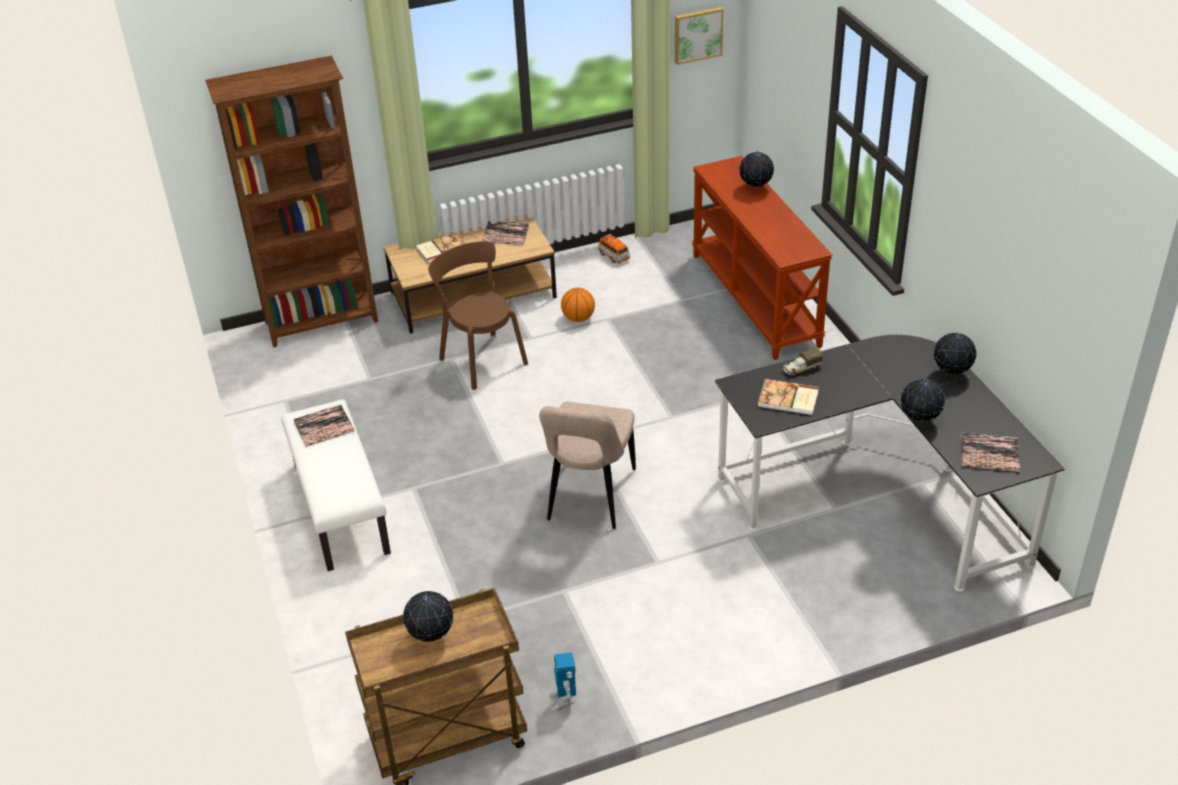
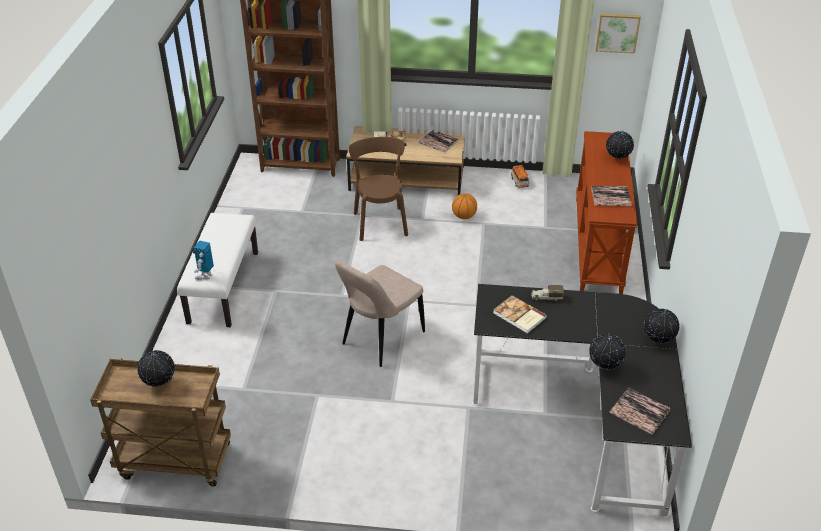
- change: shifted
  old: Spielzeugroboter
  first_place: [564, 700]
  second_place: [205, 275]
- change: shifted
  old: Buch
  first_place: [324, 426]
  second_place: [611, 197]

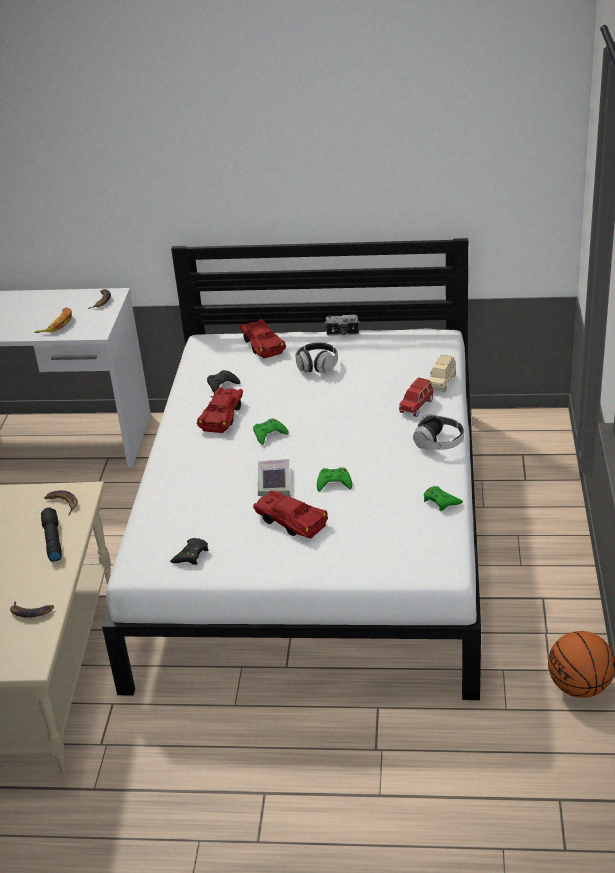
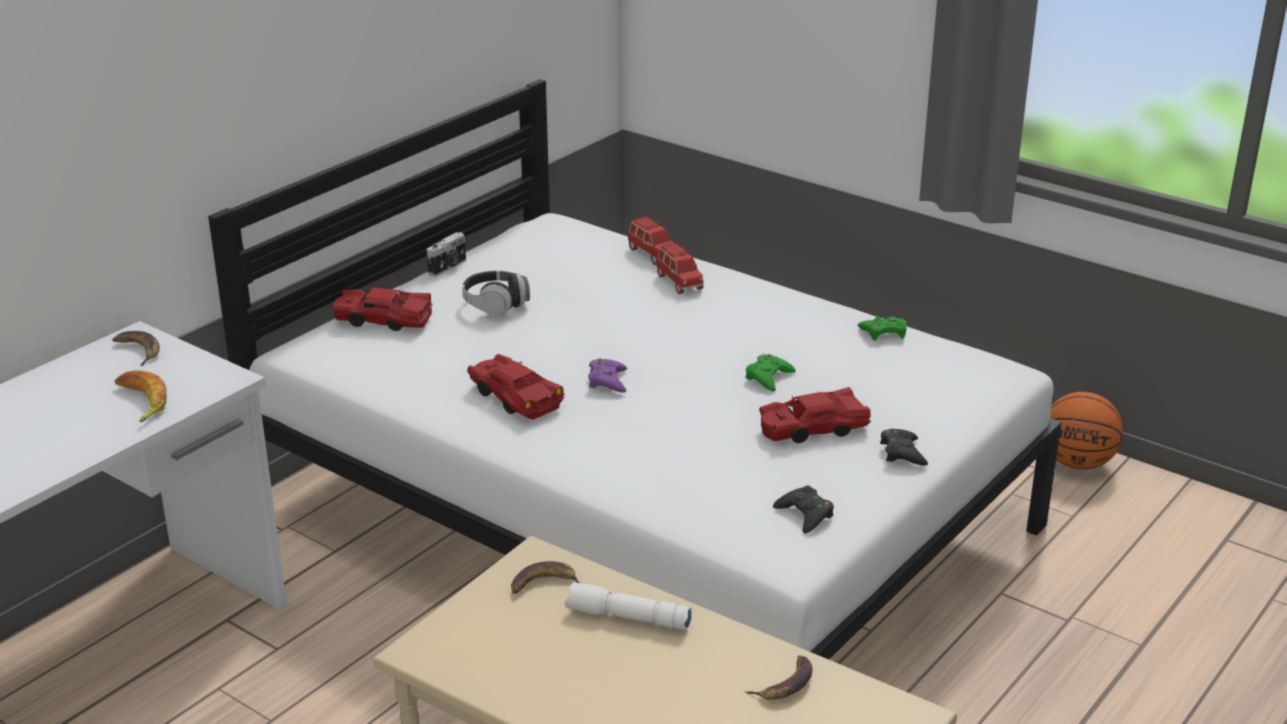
- change: repainted
  old: Taschenlampe (schwarz)
  new: Taschenlampe (weiß)
  first_place: [52, 540]
  second_place: [627, 618]
- change: repainted
  old: Gamepad (grün)
  new: Gamepad (lila)
  first_place: [269, 434]
  second_place: [607, 381]
- change: repainted
  old: Spielzeugauto (beige)
  new: Spielzeugauto (rot)
  first_place: [441, 382]
  second_place: [652, 254]
- change: shifted
  old: Gamepad (schwarz)
  first_place: [222, 384]
  second_place: [902, 452]
- change: gone
  old: Buch
  first_place: [274, 482]
- change: gone
  old: Kopfhörer
  first_place: [439, 443]

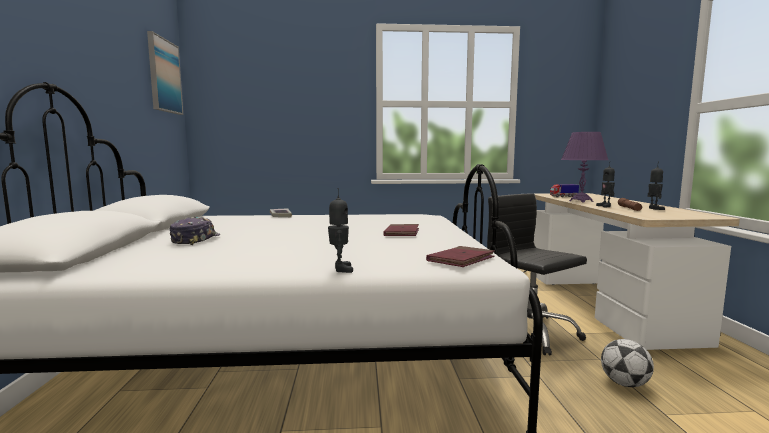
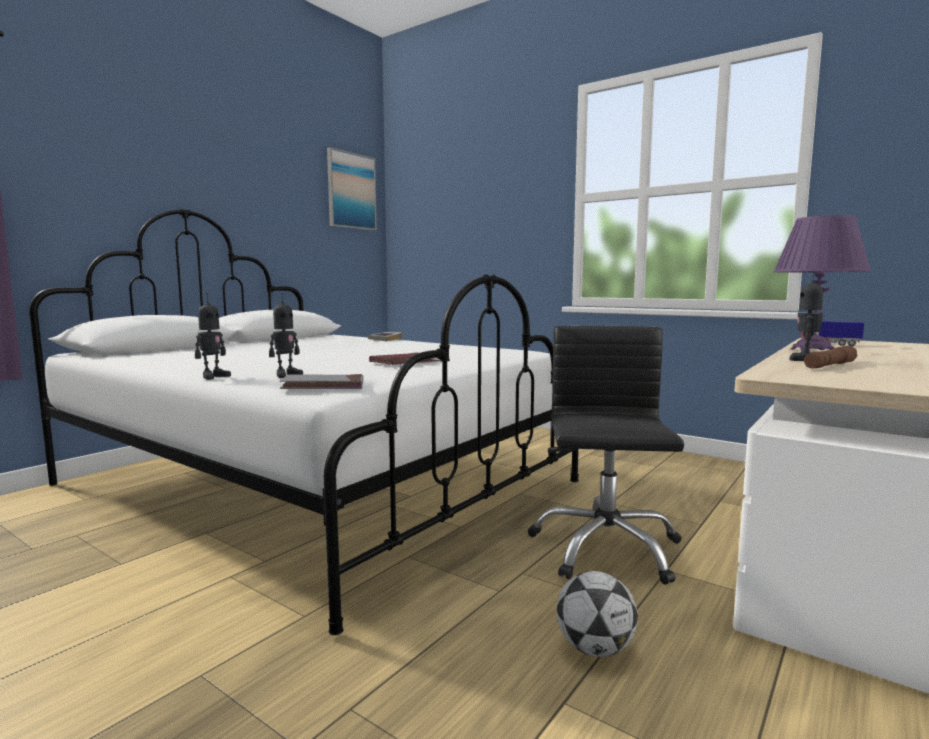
- change: shifted
  old: Spielzeugroboter
  first_place: [654, 209]
  second_place: [286, 375]
- change: repainted
  old: Buch (rot)
  new: Buch (grau)
  first_place: [461, 260]
  second_place: [323, 387]
- change: gone
  old: Kappe
  first_place: [195, 240]

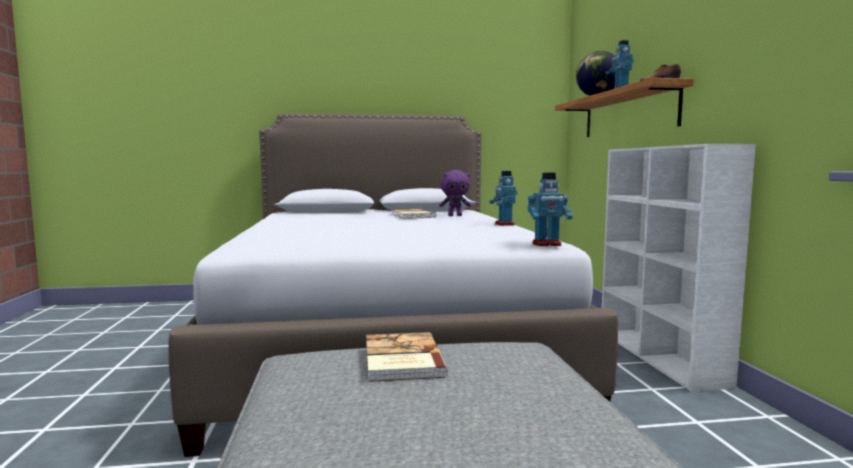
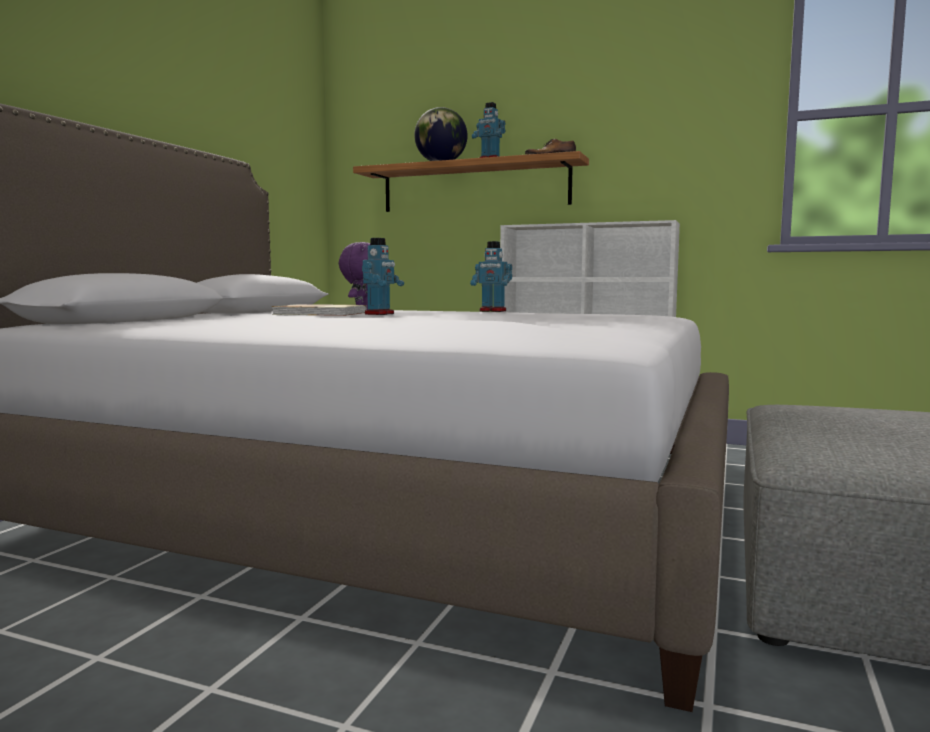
- change: shifted
  old: Spielzeugroboter
  first_place: [547, 244]
  second_place: [380, 314]
- change: gone
  old: Buch
  first_place: [400, 360]

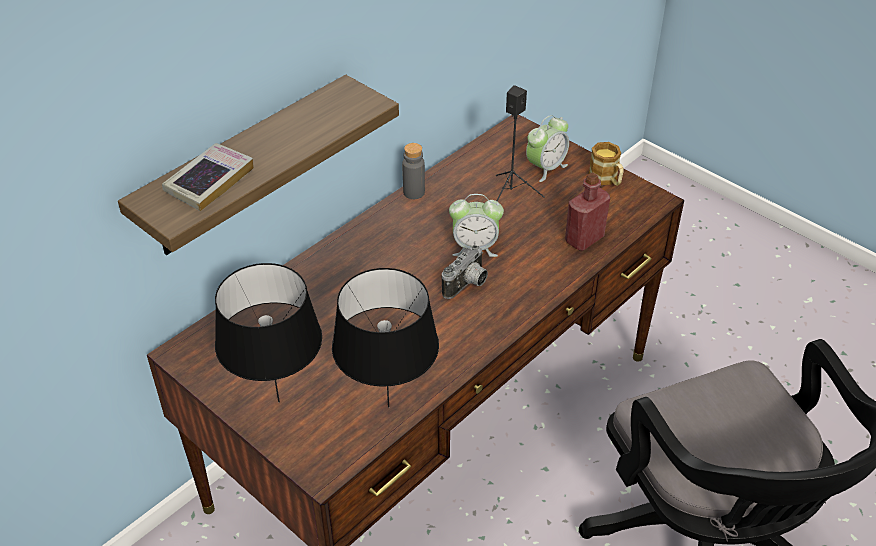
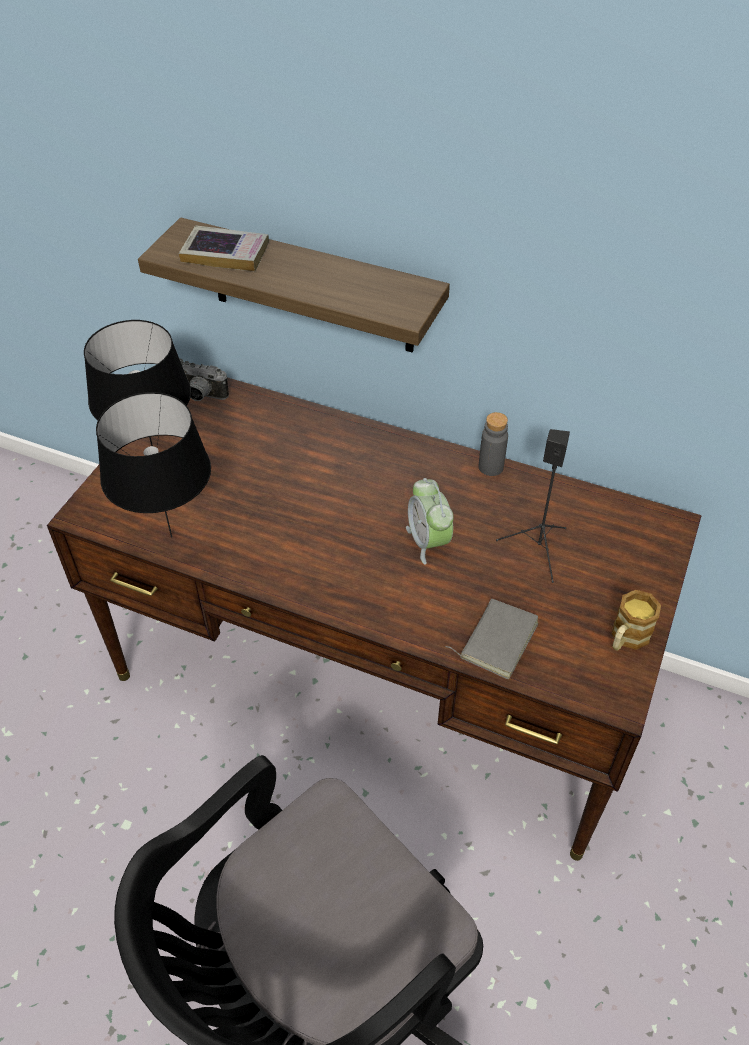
- change: shifted
  old: Kamera
  first_place: [467, 285]
  second_place: [199, 396]
- change: swapped
  old: Flasche (rot)
  new: Buch (grau)
  first_place: [584, 239]
  second_place: [496, 639]
- change: gone
  old: Wecker
  first_place: [545, 168]

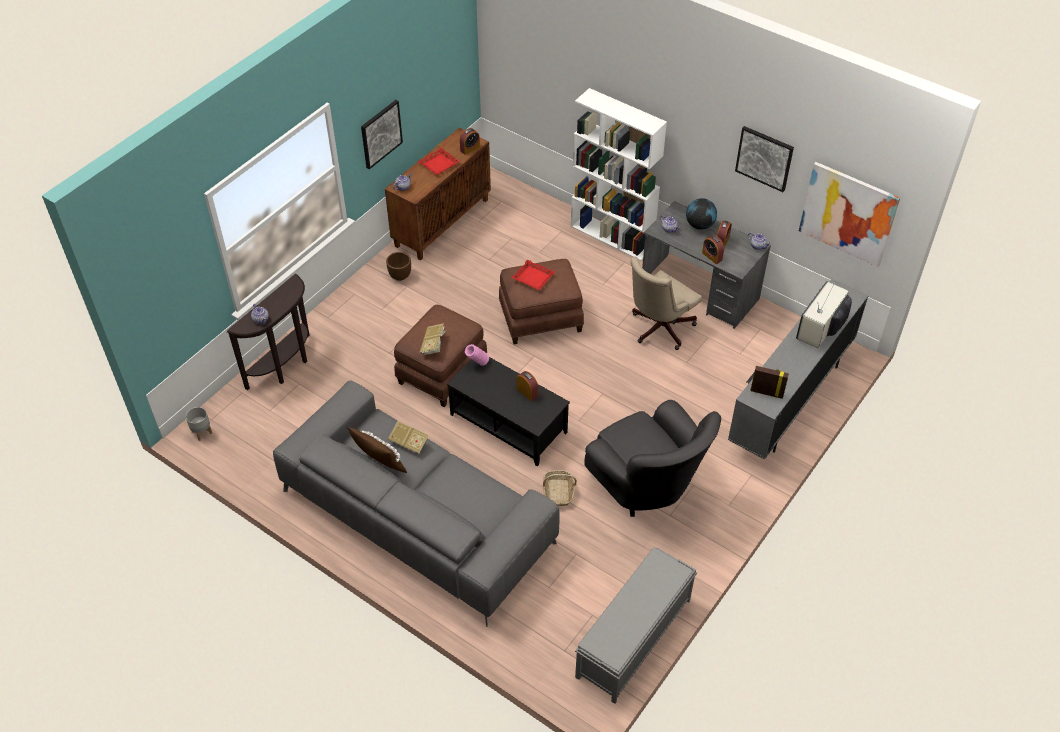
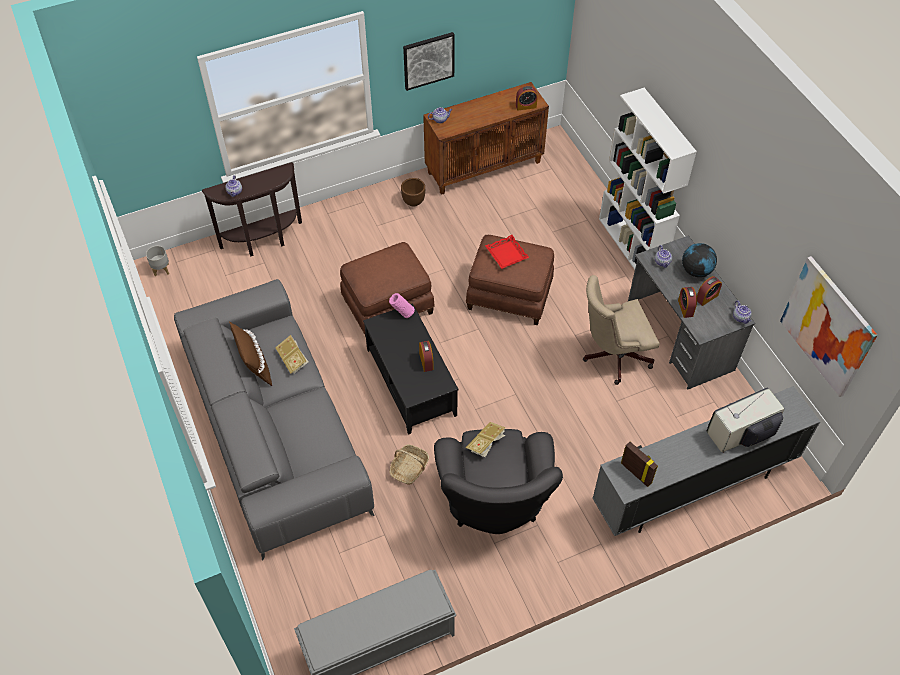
- change: shifted
  old: Buch
  first_place: [433, 345]
  second_place: [486, 444]
- change: gone
  old: Tablett (rot)
  first_place: [439, 164]
- change: gone
  old: Bild
  first_place: [764, 158]

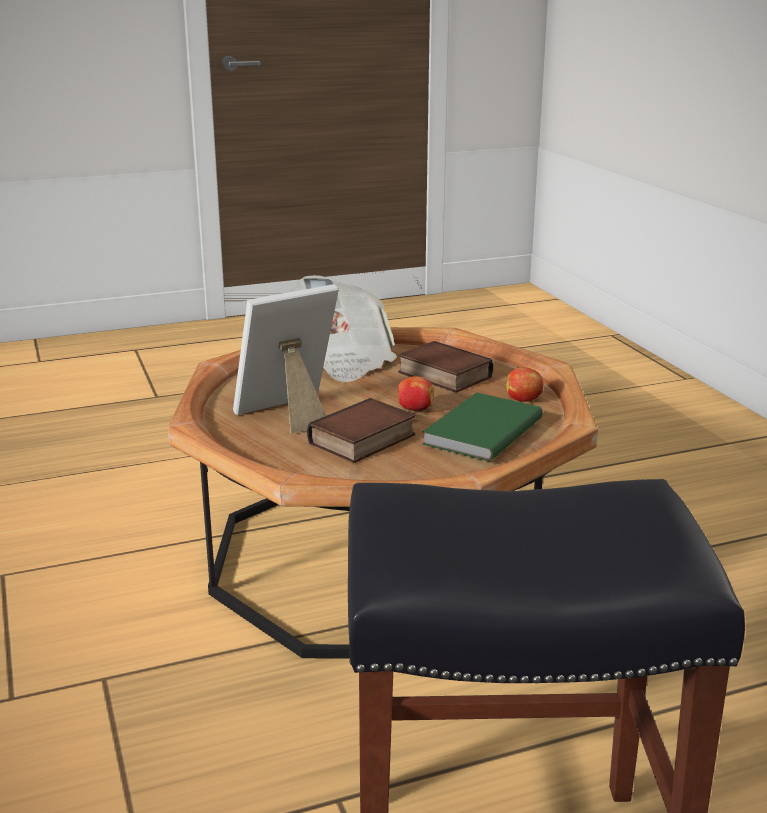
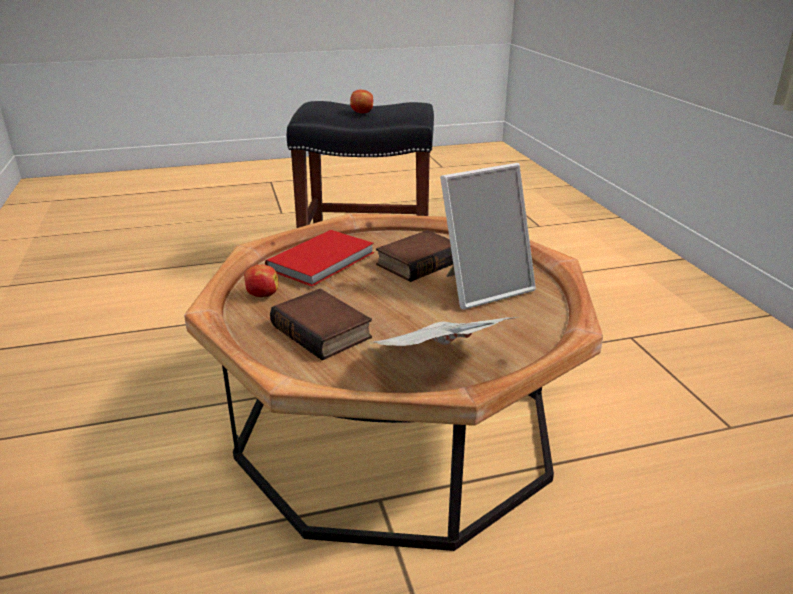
- change: repainted
  old: Buch (grün)
  new: Buch (rot)
  first_place: [479, 431]
  second_place: [324, 261]
- change: shifted
  old: Apfel
  first_place: [414, 409]
  second_place: [362, 112]

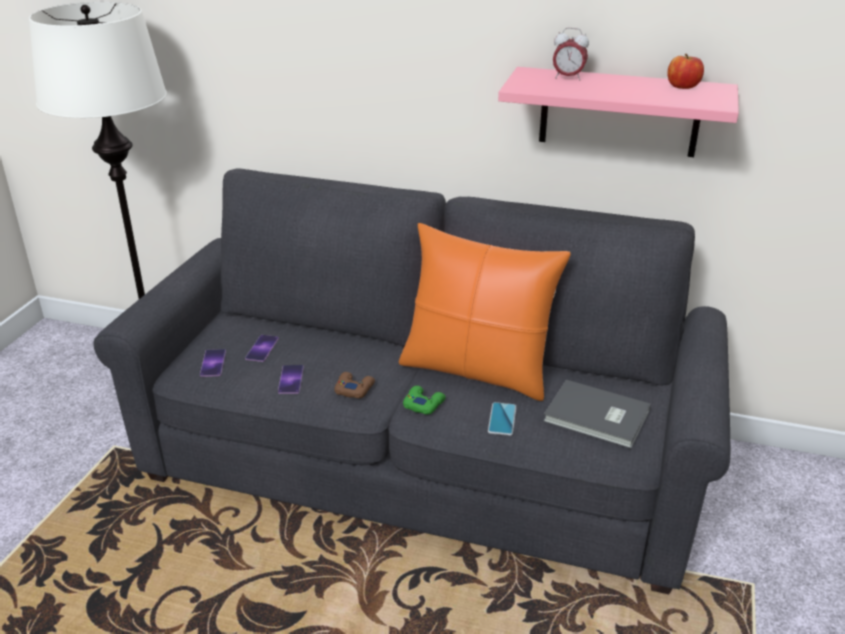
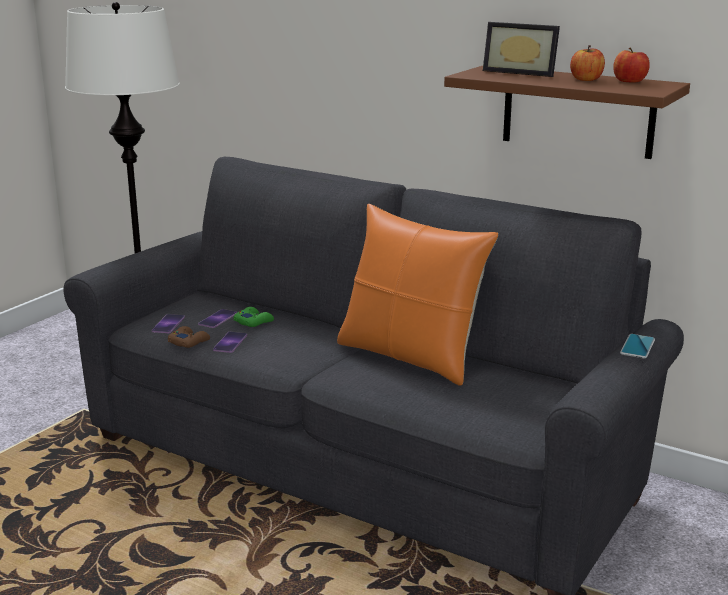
- change: shifted
  old: Gamepad (braun)
  first_place: [354, 389]
  second_place: [188, 342]
- change: shifted
  old: Gamepad (grün)
  first_place: [423, 404]
  second_place: [253, 322]
- change: repainted
  old: Wandregal (rosa)
  new: Wandregal (braun)
  first_place: [619, 112]
  second_place: [578, 111]
- change: swapped
  old: Wecker
  new: Bilderrahmen
  first_place: [568, 78]
  second_place: [521, 72]
- change: new
  new: Apfel
  second_place: [586, 79]
- change: shifted
  old: Handy
  first_place: [502, 419]
  second_place: [637, 347]
- change: gone
  old: Buch (grau)
  first_place: [597, 418]

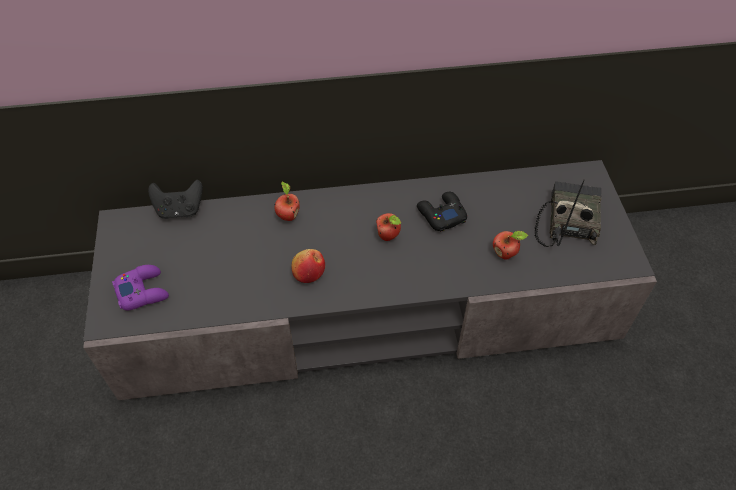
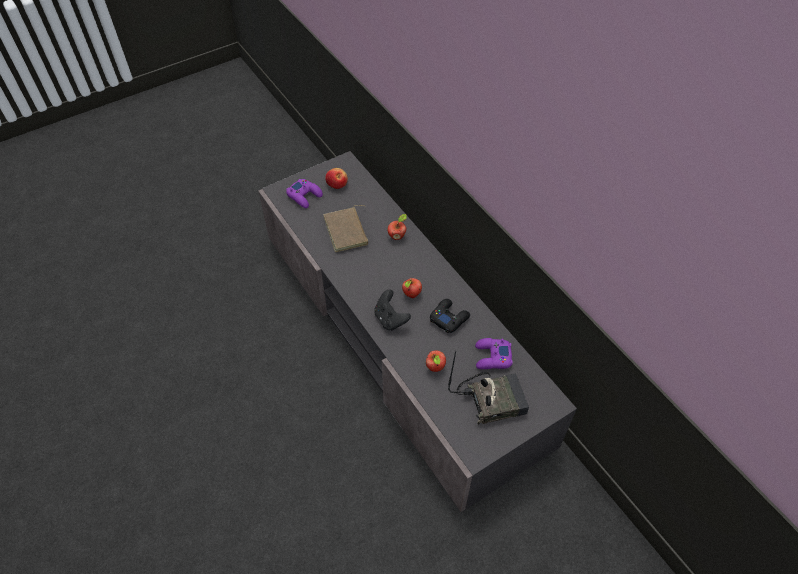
- change: new
  new: Buch (braun)
  second_place: [347, 231]
- change: shifted
  old: Apfel
  first_place: [308, 273]
  second_place: [337, 184]
- change: shifted
  old: Gamepad (schwarz)
  first_place: [180, 210]
  second_place: [390, 319]
- change: new
  new: Gamepad (lila)
  second_place: [492, 357]

